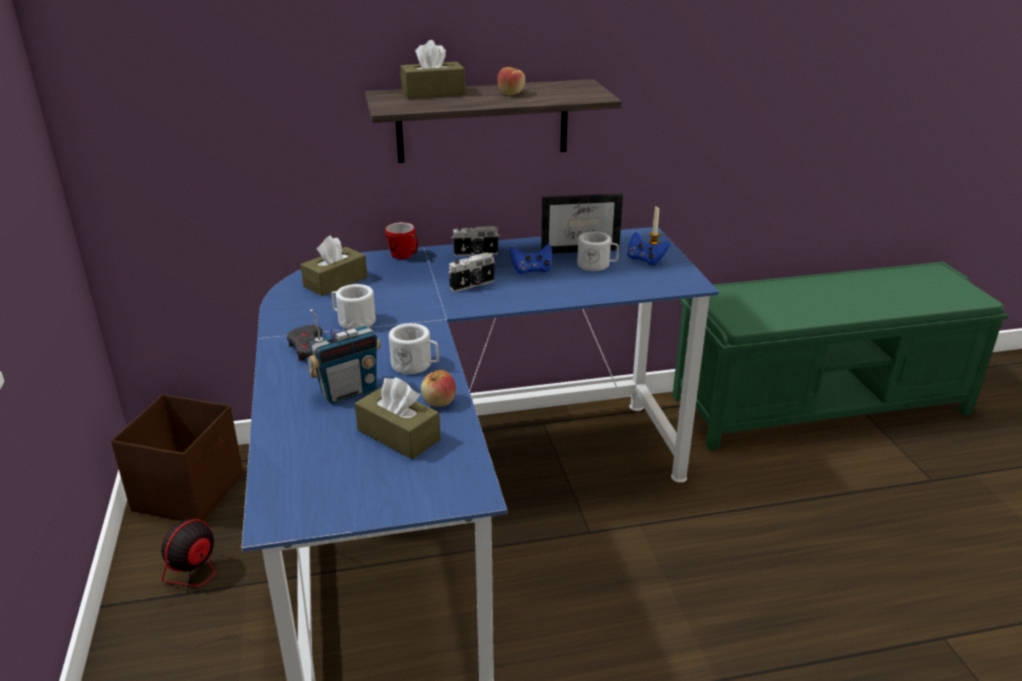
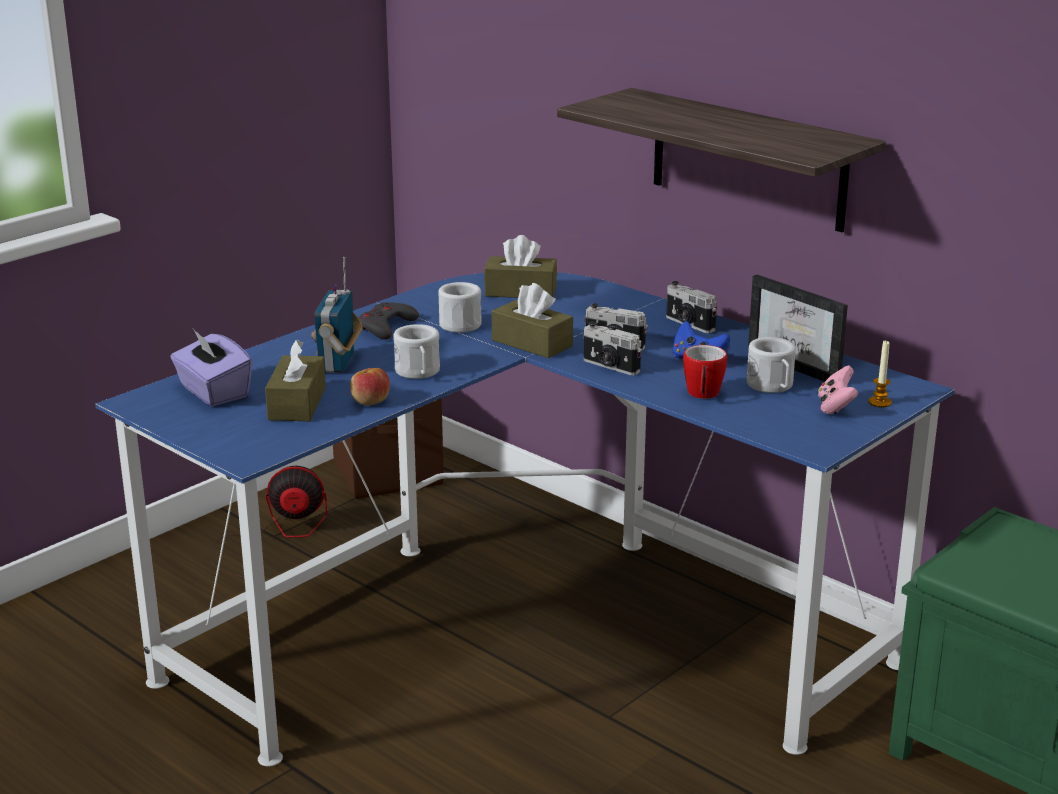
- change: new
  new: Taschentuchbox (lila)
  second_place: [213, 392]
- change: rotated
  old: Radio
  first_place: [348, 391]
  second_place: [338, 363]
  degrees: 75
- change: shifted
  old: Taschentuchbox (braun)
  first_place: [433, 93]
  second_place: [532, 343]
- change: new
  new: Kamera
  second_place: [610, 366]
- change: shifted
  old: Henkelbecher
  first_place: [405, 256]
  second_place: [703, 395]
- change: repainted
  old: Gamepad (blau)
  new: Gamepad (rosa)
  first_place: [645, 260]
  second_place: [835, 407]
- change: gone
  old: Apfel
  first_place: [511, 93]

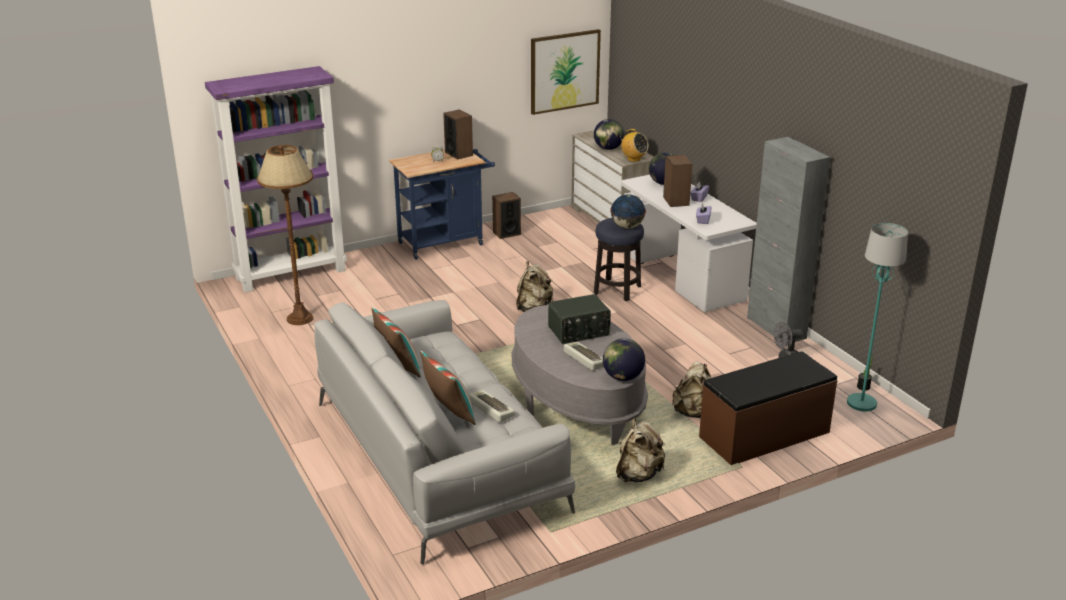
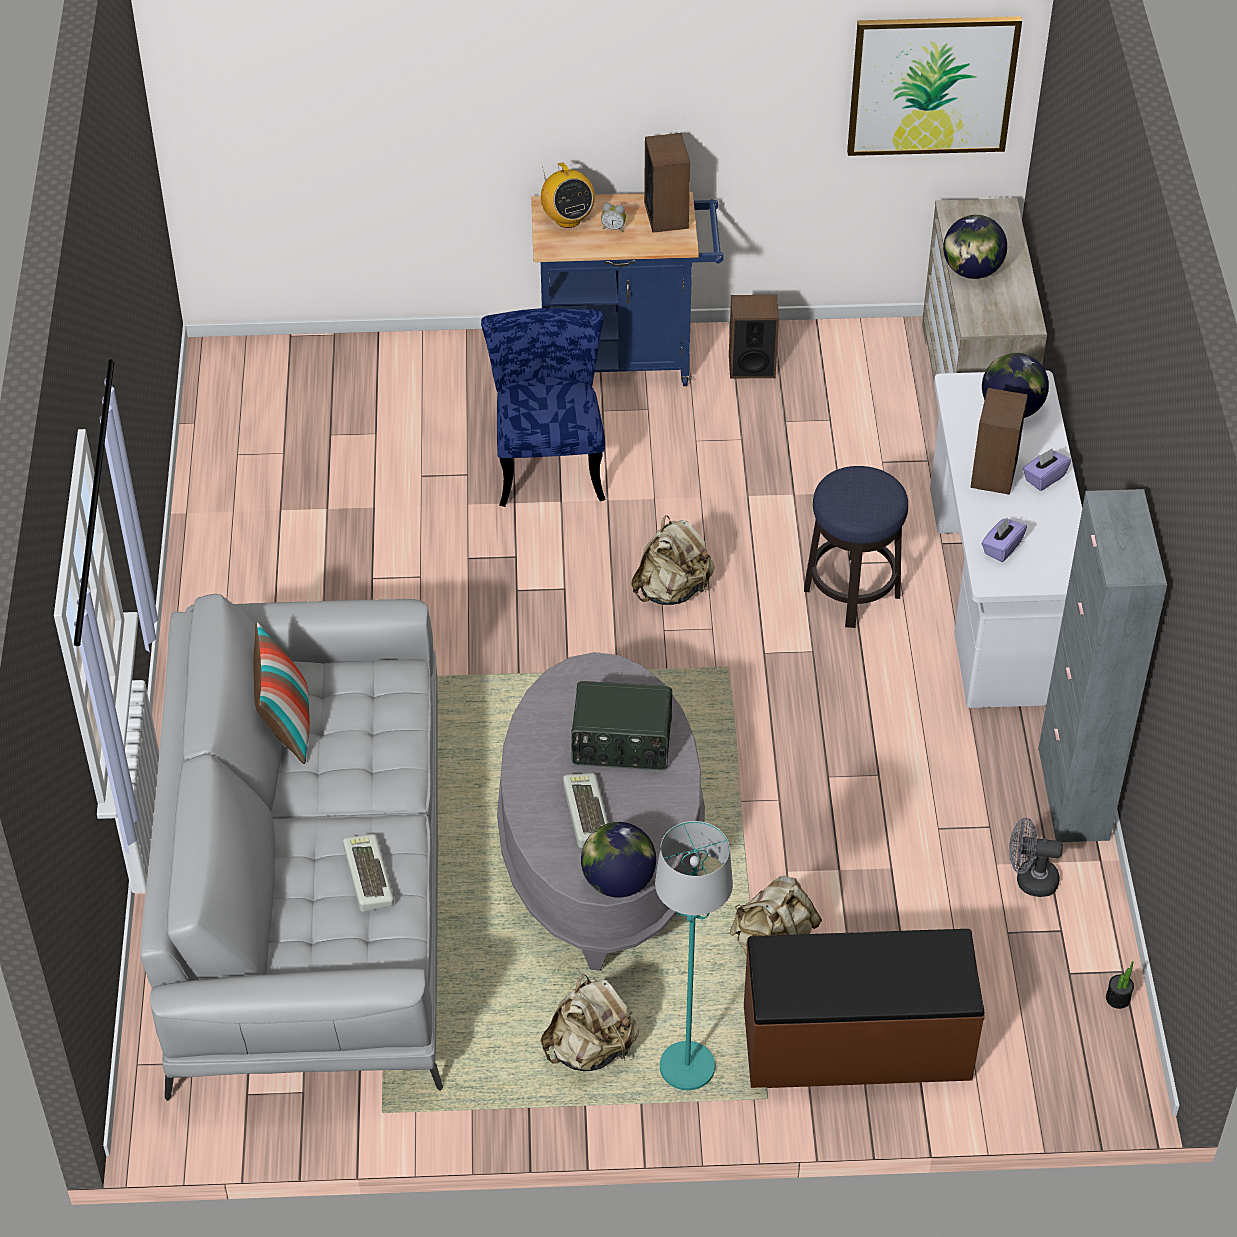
- change: new
  new: Stuhl (blau)
  second_place: [548, 460]
- change: shifted
  old: Radio
  first_place: [633, 159]
  second_place: [567, 219]
- change: shifted
  old: Stehlampe (türkis)
  first_place: [862, 403]
  second_place: [687, 1068]
- change: gone
  old: Bücherregal (lila)
  first_place: [291, 274]
- change: gone
  old: Stehlampe (braun)
  first_place: [300, 318]
- change: gone
  old: Kissen
  first_place: [449, 414]
- change: gone
  old: Globus
  first_place: [627, 227]

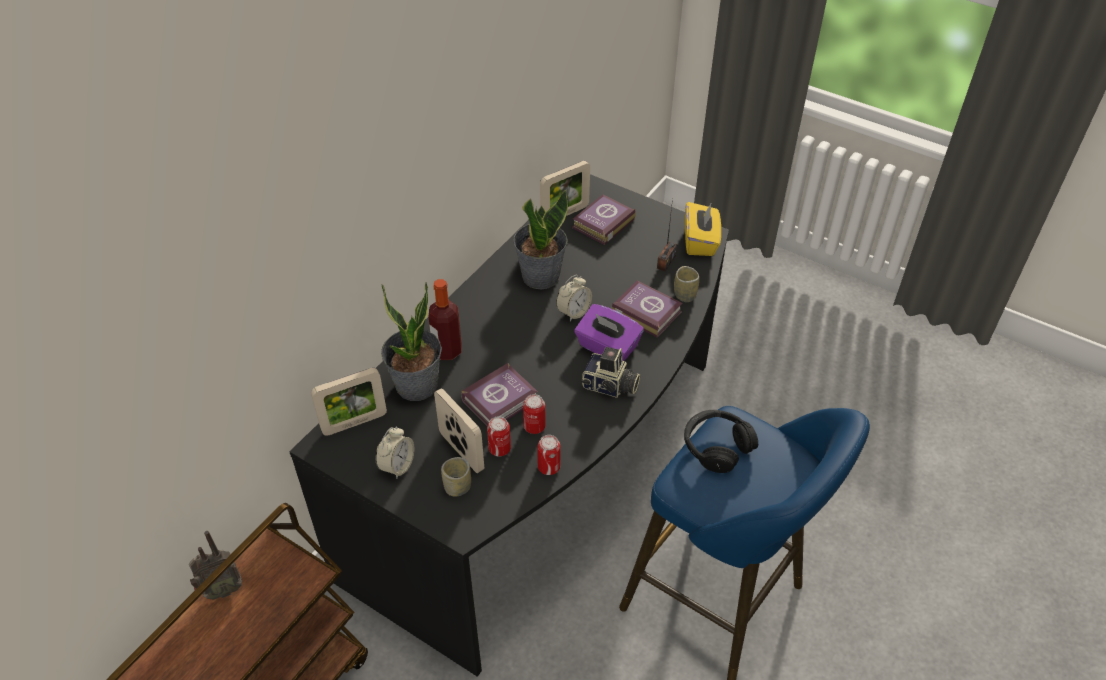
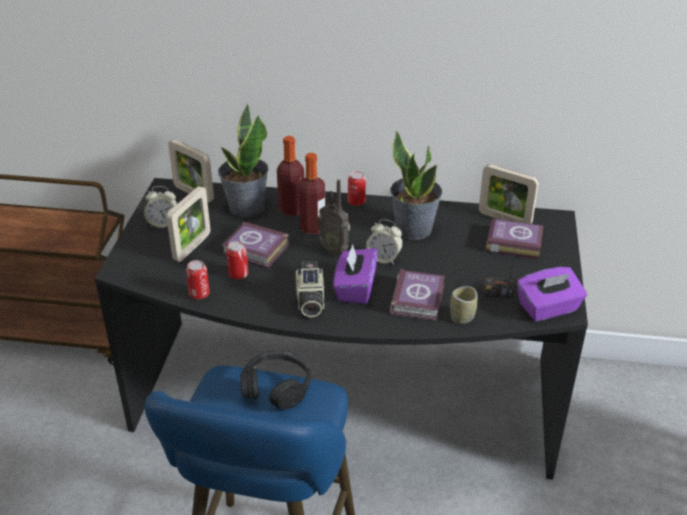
- change: new
  new: Flasche
  second_place: [313, 228]
- change: shifted
  old: Radio
  first_place: [222, 590]
  second_place: [335, 250]
- change: shifted
  old: Dose
  first_place: [499, 449]
  second_place: [356, 202]
- change: repainted
  old: Taschentuchbox (gelb)
  new: Taschentuchbox (lila)
  first_place: [700, 242]
  second_place: [548, 308]
- change: gone
  old: Tasse
  first_place: [457, 487]

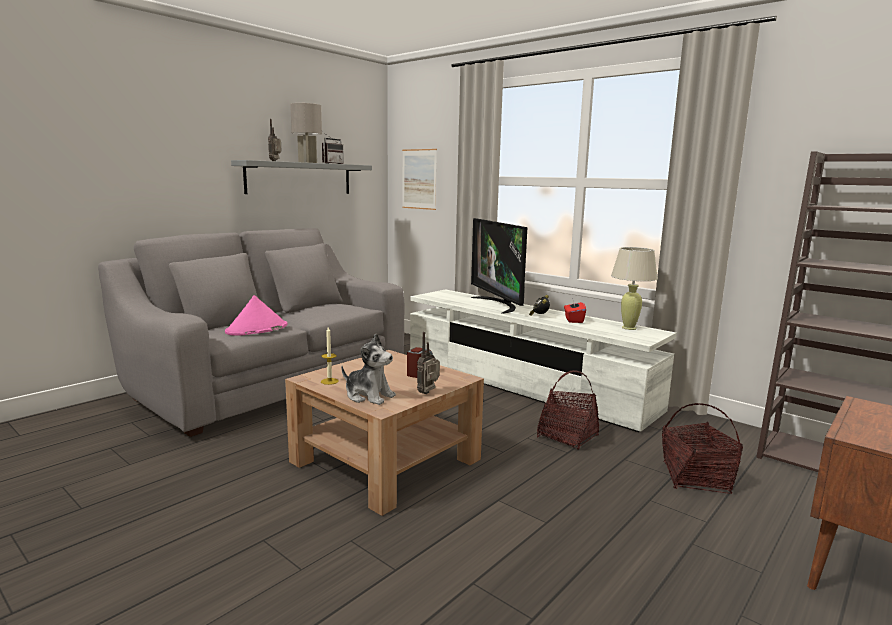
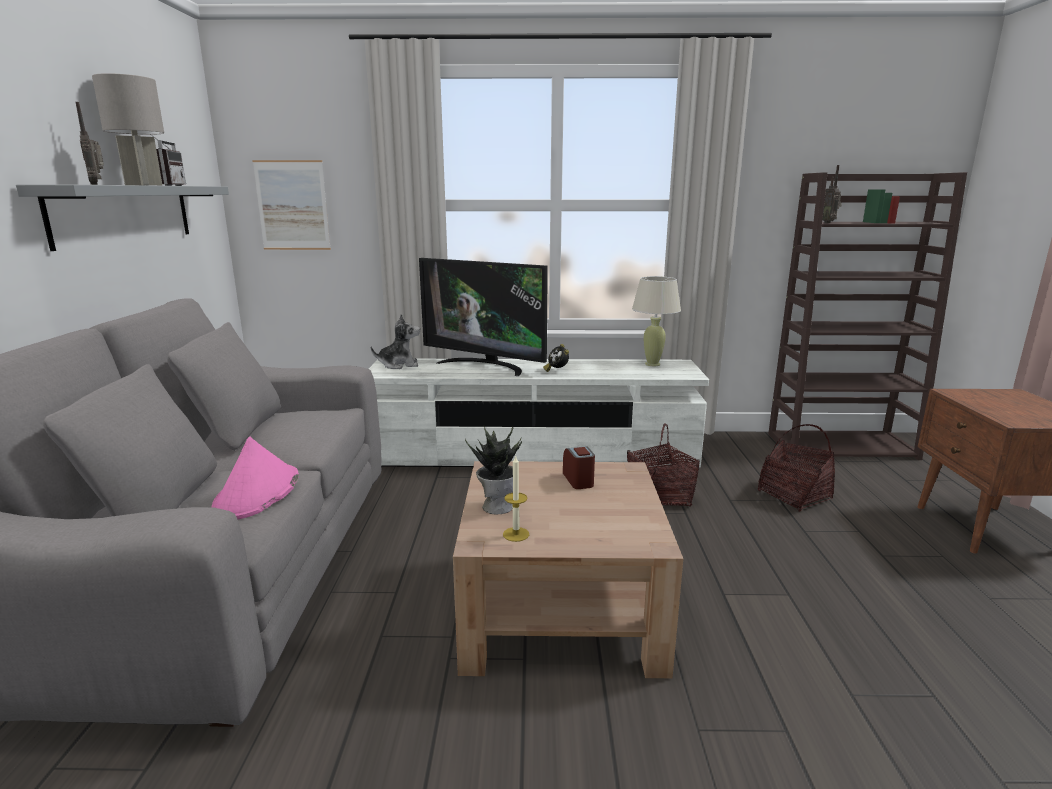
- change: shifted
  old: Plüschtier
  first_place: [369, 396]
  second_place: [399, 365]
- change: new
  new: Topfpflanze
  second_place: [497, 506]
- change: shifted
  old: Radio
  first_place: [429, 393]
  second_place: [828, 222]
- change: gone
  old: Taschentuchbox (rot)
  first_place: [573, 320]

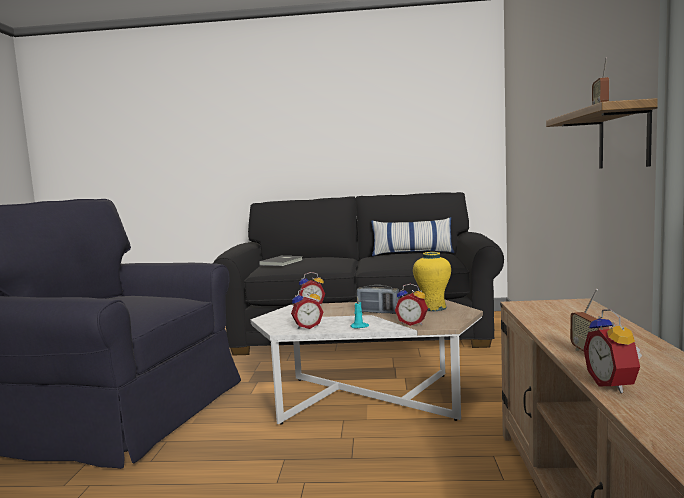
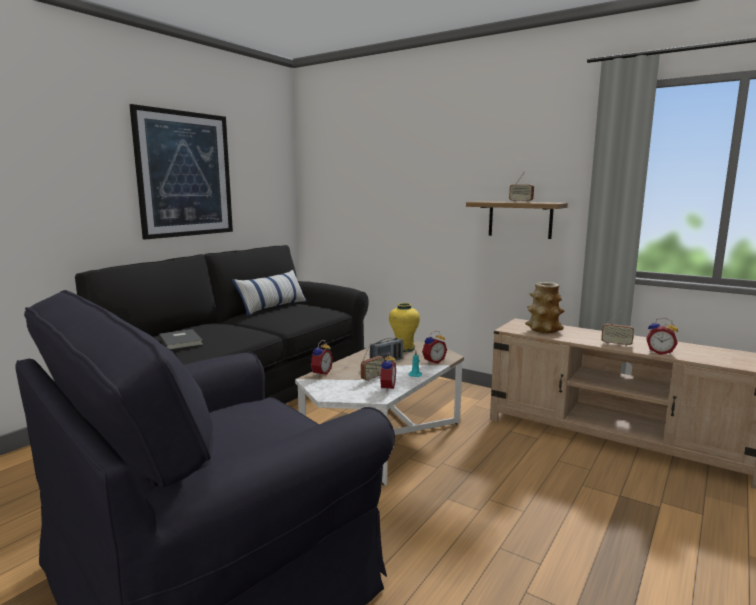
- change: new
  new: Bild
  second_place: [185, 174]
- change: new
  new: Radio
  second_place: [372, 378]
- change: new
  new: Vase
  second_place: [543, 330]

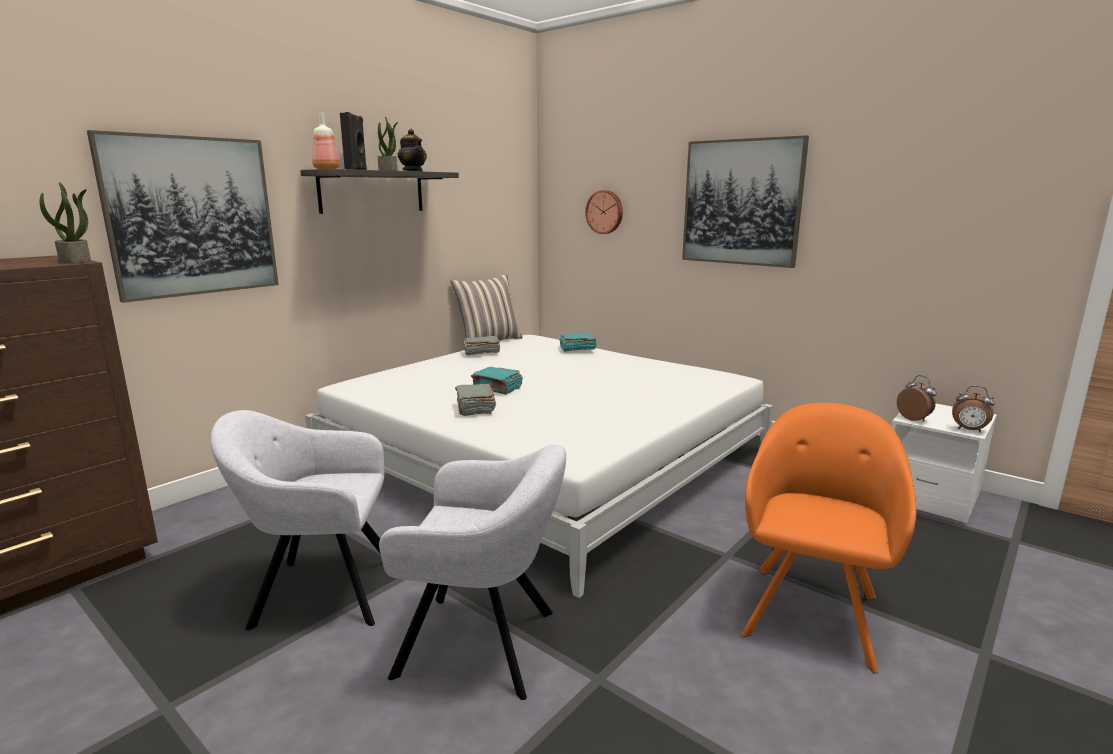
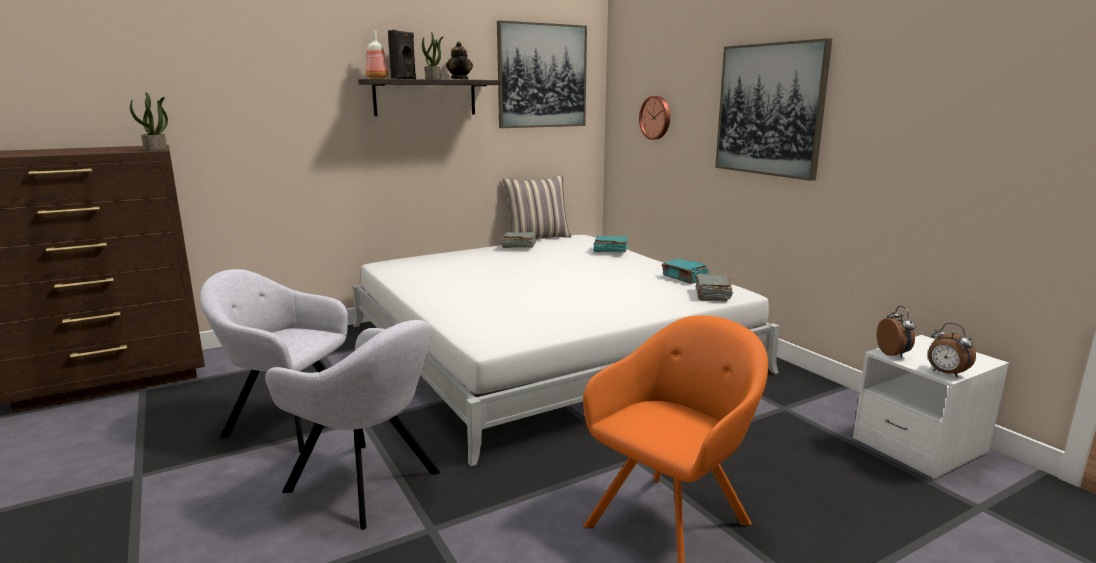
- change: shifted
  old: Bild
  first_place: [192, 216]
  second_place: [542, 76]
- change: shifted
  old: Buch (türkis)
  first_place: [497, 388]
  second_place: [684, 278]
- change: shifted
  old: Buch (grau)
  first_place: [475, 408]
  second_place: [712, 295]

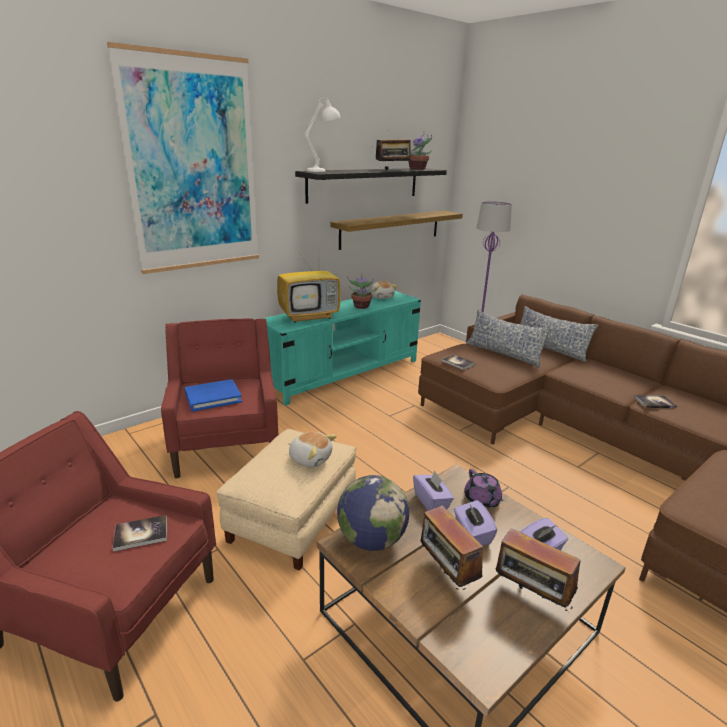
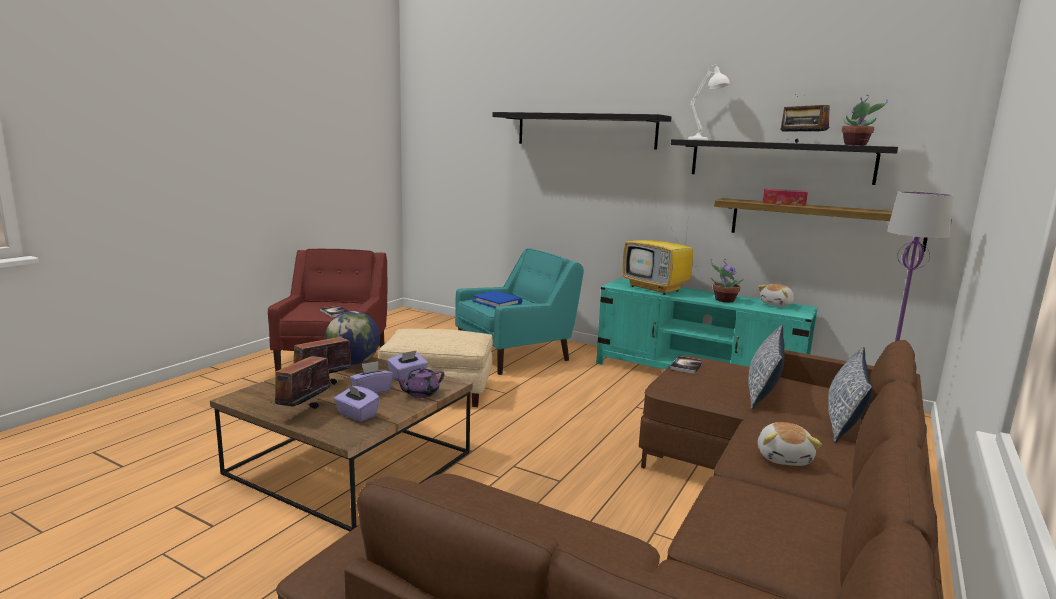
- change: repainted
  old: Sessel (rot)
  new: Sessel (türkis)
  first_place: [226, 443]
  second_place: [515, 355]
- change: swapped
  old: Bild
  new: Wandregal (schwarz)
  first_place: [193, 166]
  second_place: [585, 130]
- change: shifted
  old: Plüschtier
  first_place: [310, 458]
  second_place: [784, 457]
- change: new
  new: Taschentuchbox
  second_place: [783, 203]
- change: gone
  old: Buch
  first_place: [654, 402]

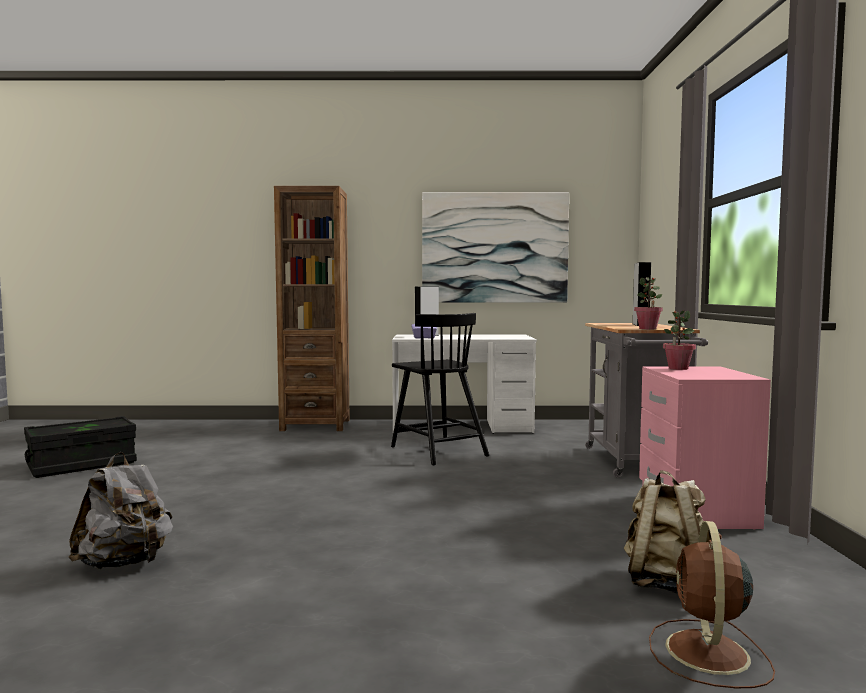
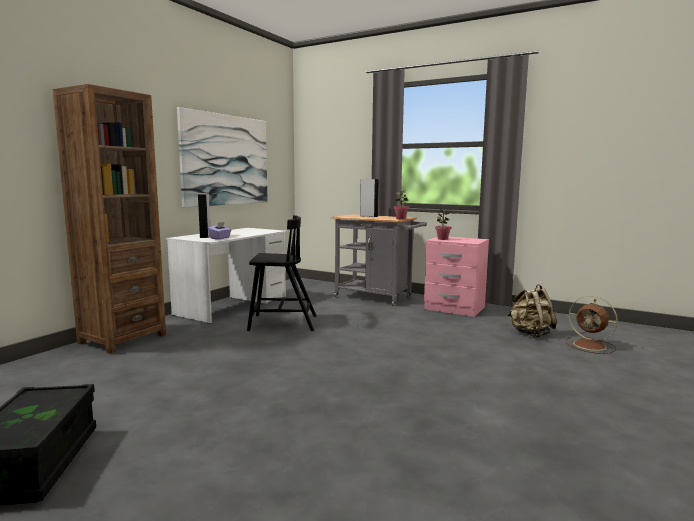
- change: gone
  old: Rucksack (grau)
  first_place: [125, 563]

